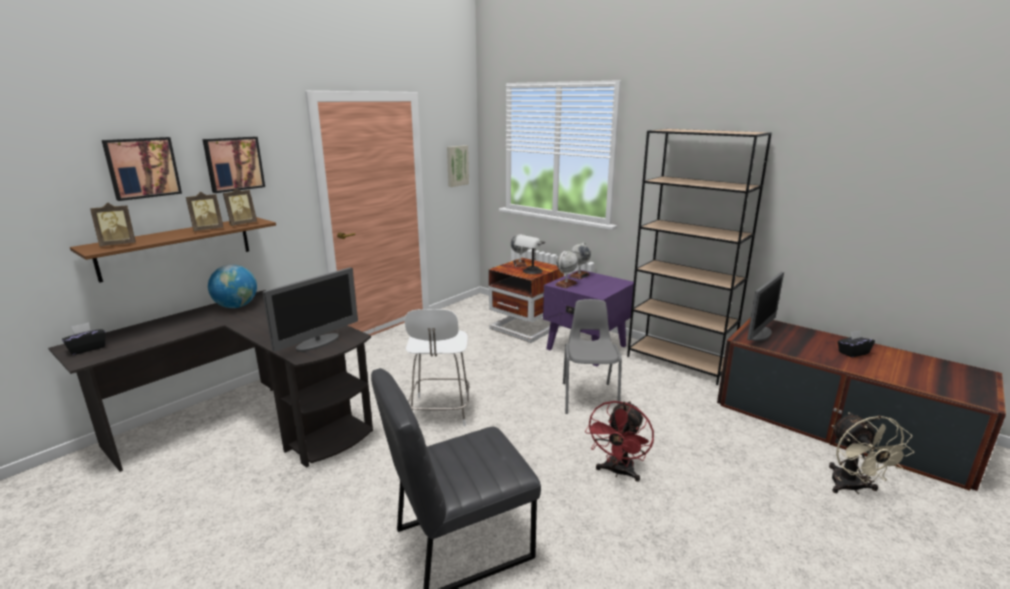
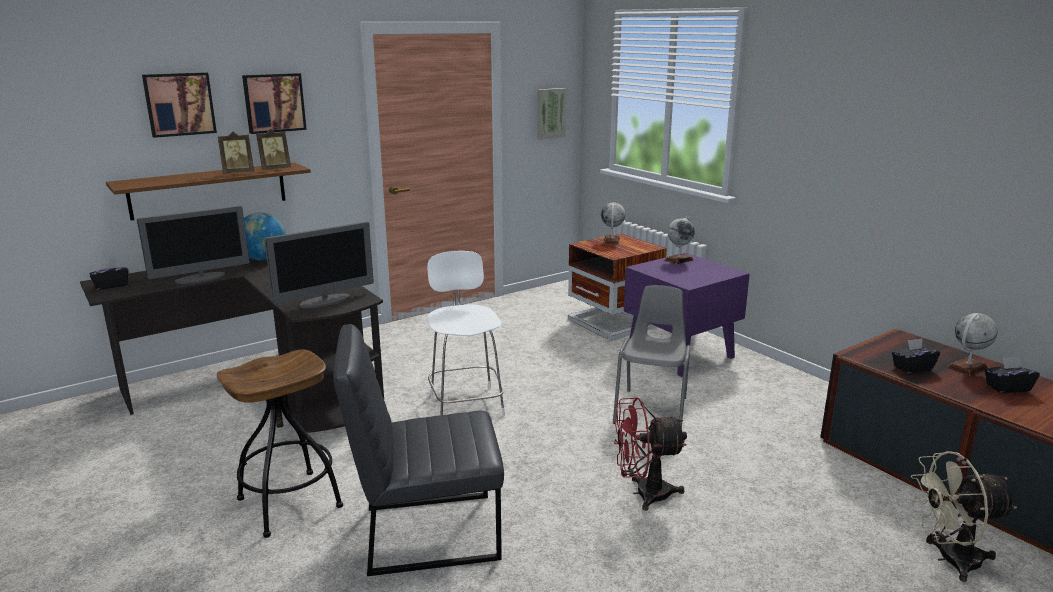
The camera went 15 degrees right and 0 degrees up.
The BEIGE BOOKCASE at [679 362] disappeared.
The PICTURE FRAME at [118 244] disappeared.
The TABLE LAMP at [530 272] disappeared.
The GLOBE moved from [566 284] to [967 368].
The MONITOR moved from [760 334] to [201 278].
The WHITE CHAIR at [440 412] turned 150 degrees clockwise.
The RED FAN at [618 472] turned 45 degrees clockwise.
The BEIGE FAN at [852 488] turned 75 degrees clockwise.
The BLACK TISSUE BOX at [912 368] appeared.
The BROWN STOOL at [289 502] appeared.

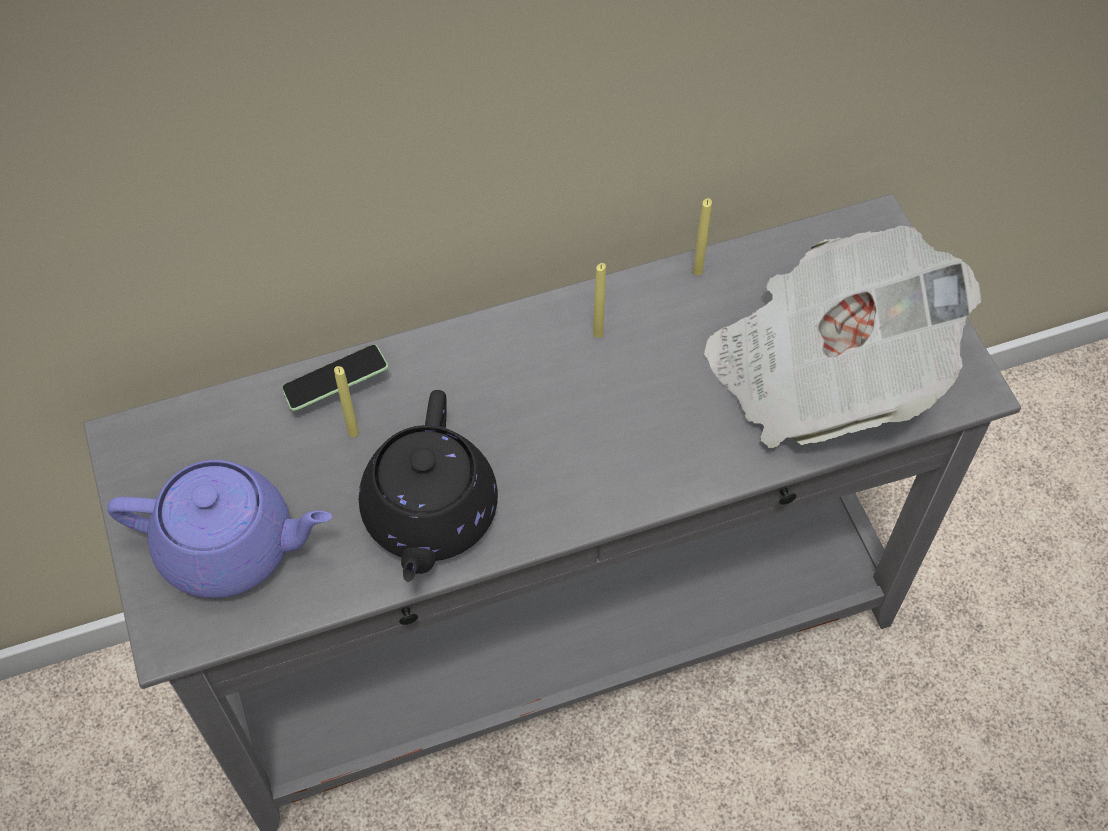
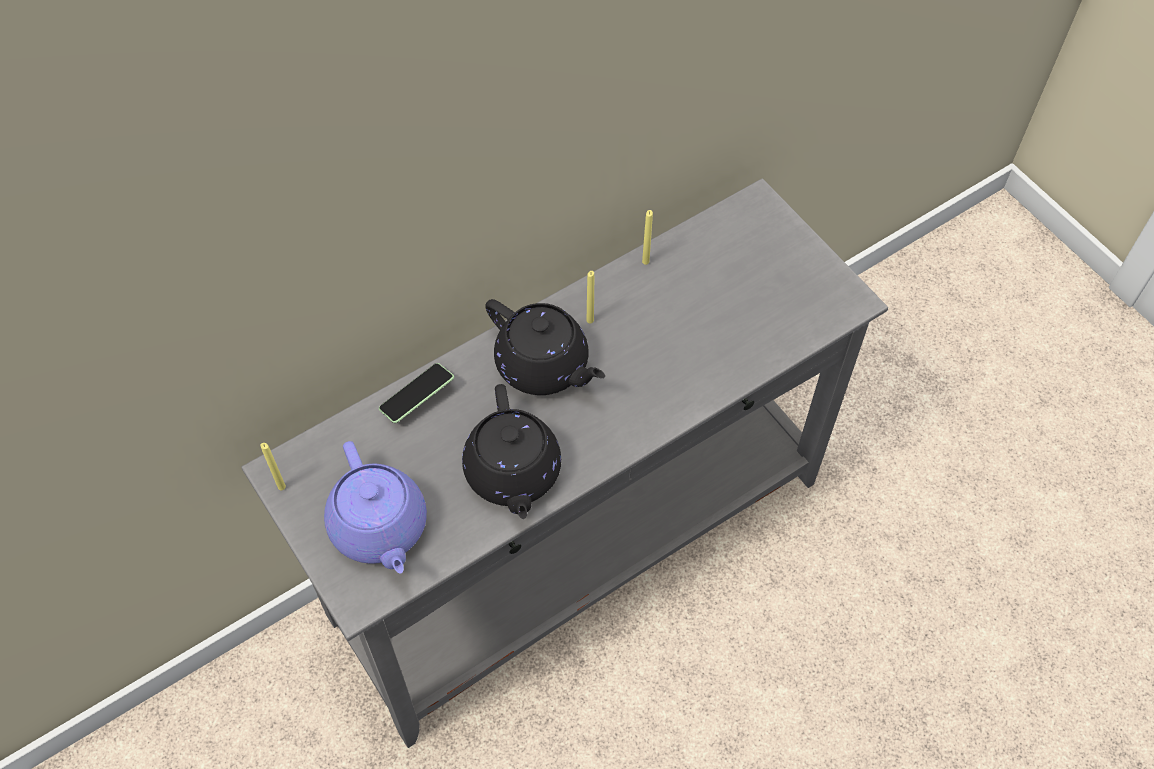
The camera went 15 degrees left and 0 degrees up.
The NEWSPAPER at [824 371] disappeared.
The YELLOW CANDLE moved from [353 433] to [281 487].
The PURPLE TEAPOT at [230 546] turned 75 degrees clockwise.
The BLACK TEAPOT at [544 365] appeared.

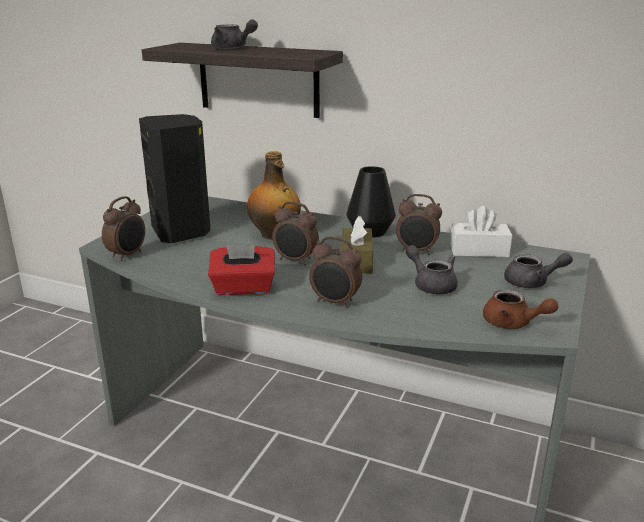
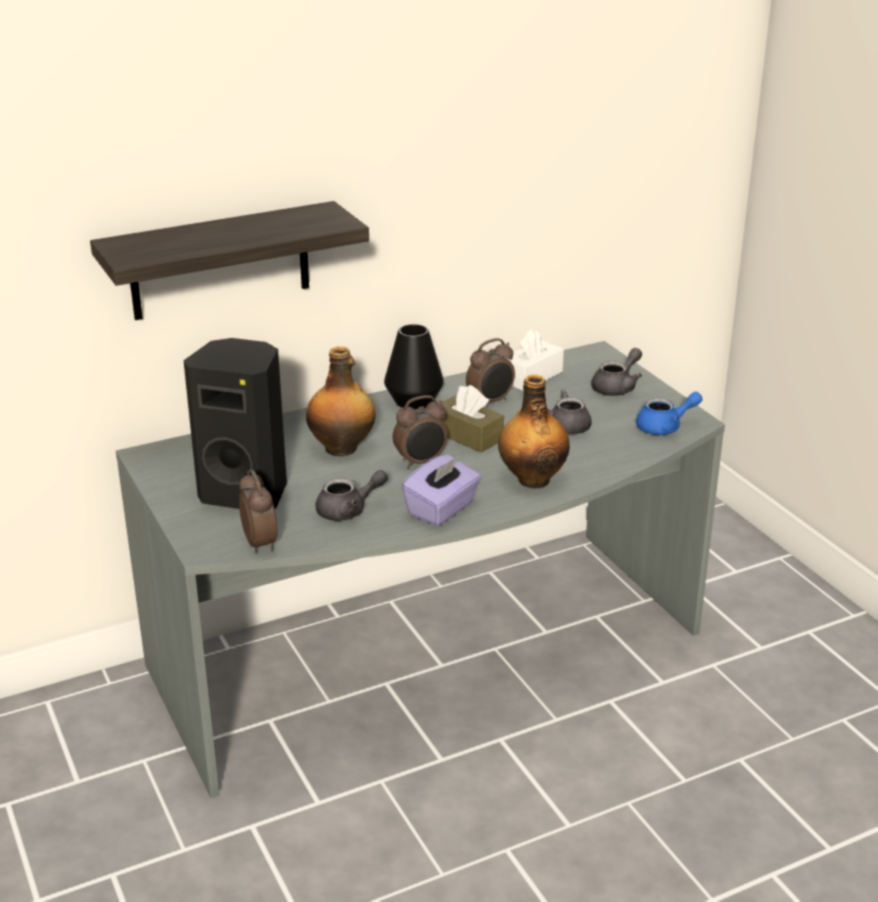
The camera went 50 degrees left and 5 degrees up.
The GREY TEAPOT moved from [232 48] to [349 510].
The ALARM CLOCK at [335 302] was replaced by the BOTTLE at [533 479].
The RED TISSUE BOX at [243 288] became the PURPLE TISSUE BOX at [442 509].
The BROWN TEAPOT at [513 323] became the BLUE TEAPOT at [665 427].

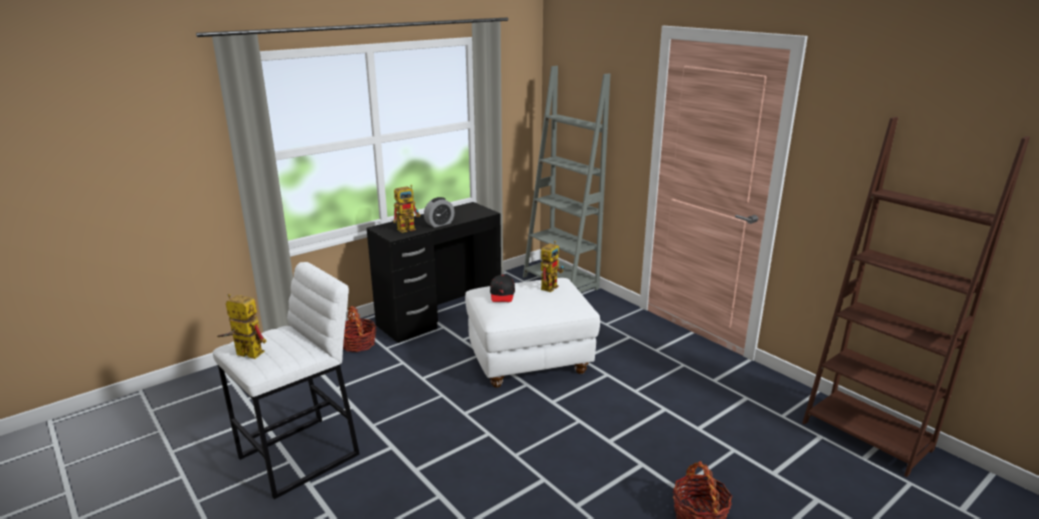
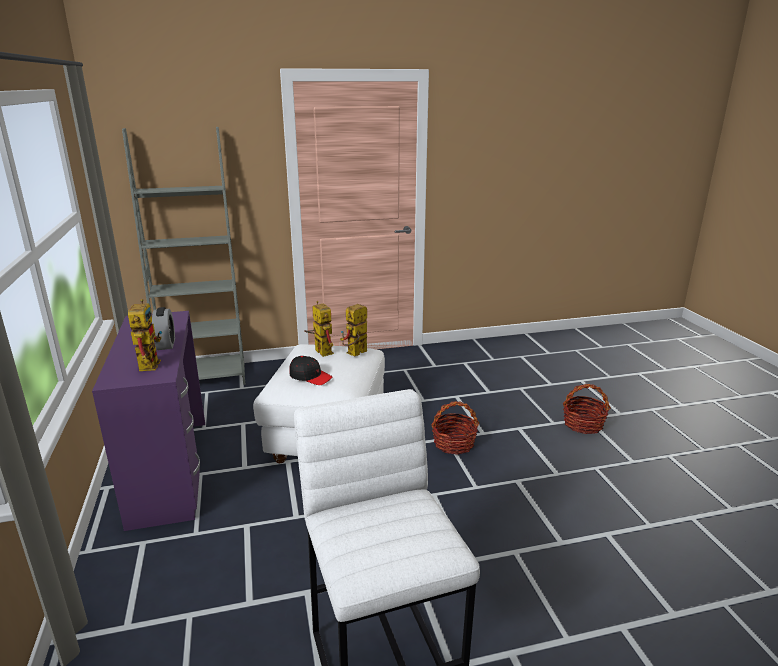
The camera went 65 degrees left and 0 degrees up.
The BROWN BOOKCASE at [866 435] disappeared.
The BLACK DESK at [440 315] became the PURPLE DESK at [169 470].
The TOY ROBOT moved from [244 353] to [355 354].
The BASKET moved from [357 344] to [453 443].

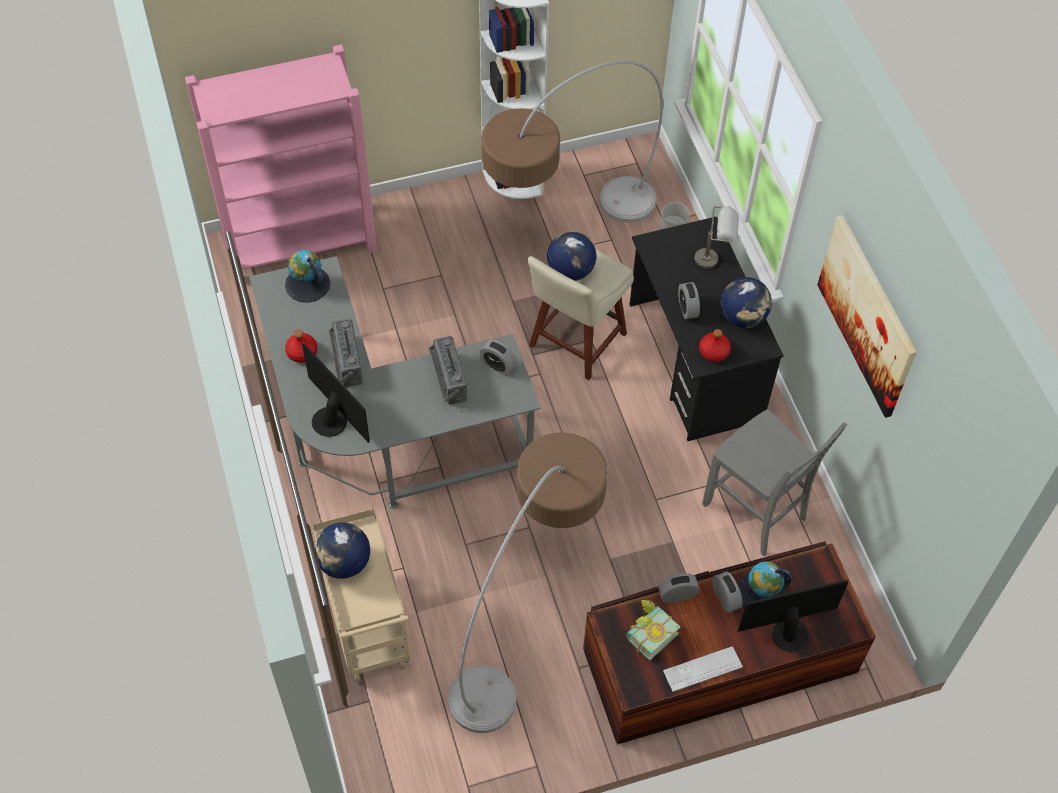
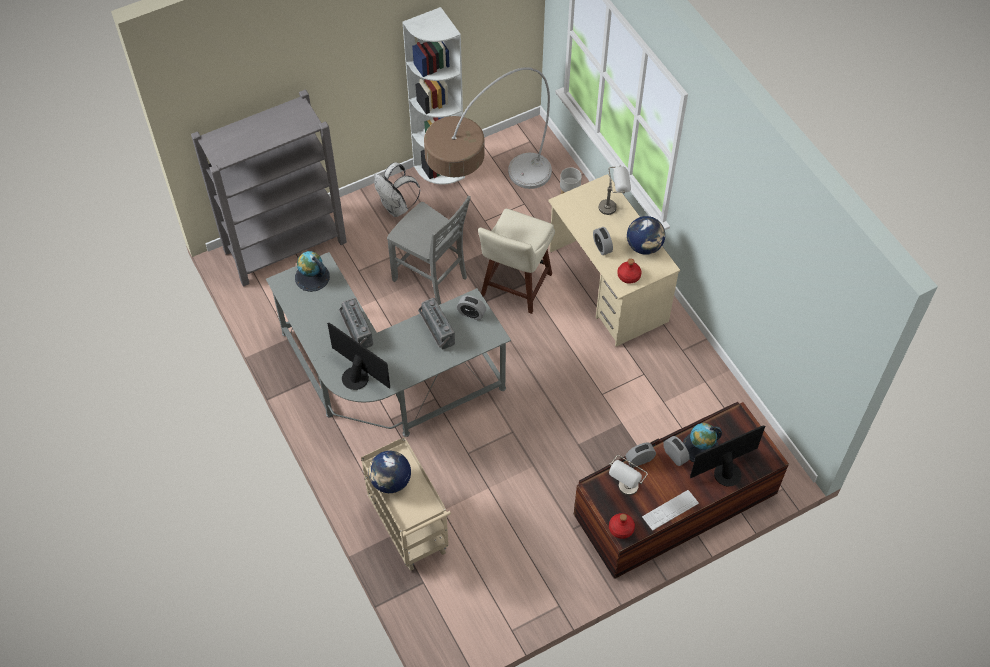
The camera went 10 degrees left and 0 degrees up.
The PINK BOOKCASE at [300 243] became the GREY BOOKCASE at [285 246].
The PICTURE at [867 315] disappeared.
The BLACK DESK at [694 362] became the BEIGE DESK at [607 286].
The GLOBE at [570 271] disappeared.
The RED BOTTLE moved from [302 353] to [621 529].
The GREY CHAIR moved from [756 512] to [431 279].
The FLOOR LAMP at [526 623] disappeared.
The BOOK at [648 633] was replaced by the GREY TABLE LAMP at [625 492].
The WHITE BACKPACK at [396 207] appeared.

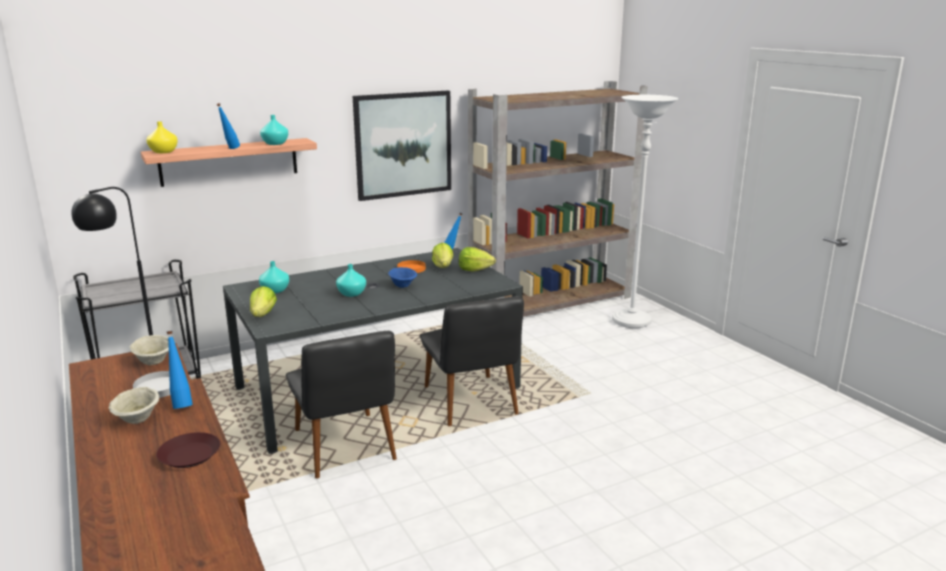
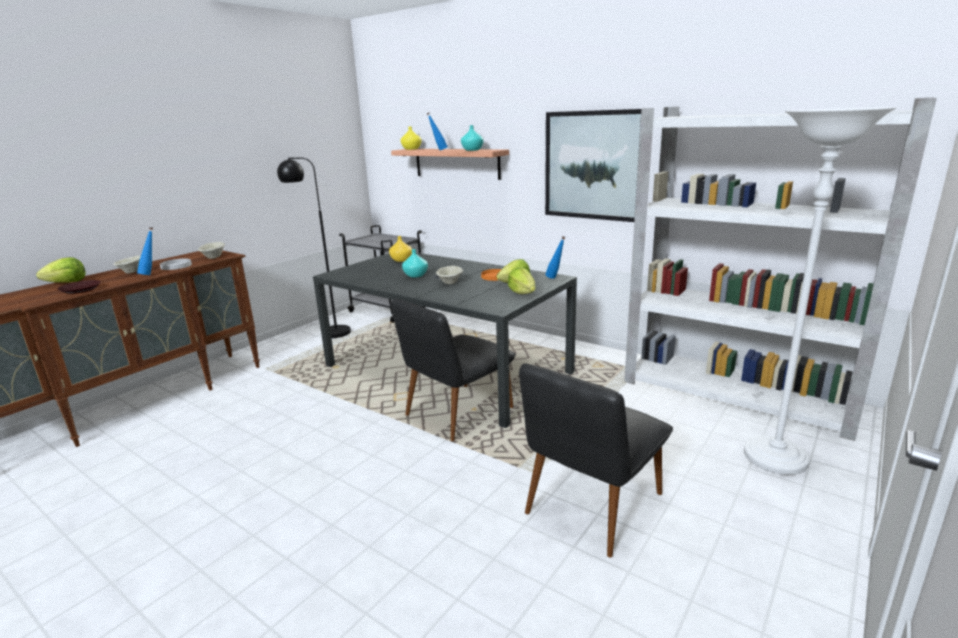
The camera went 65 degrees right and 0 degrees up.
The BROWN BOOKCASE at [551 302] became the WHITE BOOKCASE at [736 393].
The TURQUOISE VASE at [275 290] became the YELLOW VASE at [401 260].
The BLUE BOWL at [403 285] became the BEIGE BOWL at [450 283].
The LETTUCE moved from [263 315] to [67 282].
The BLACK CHAIR moved from [344 444] to [594 503].

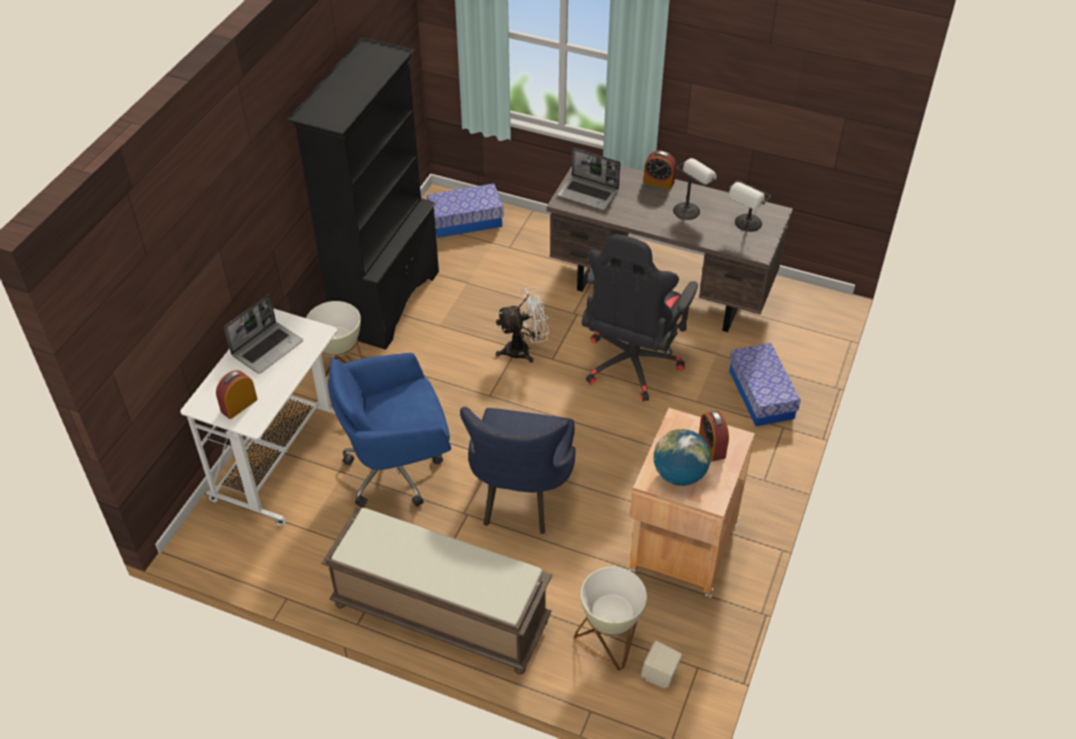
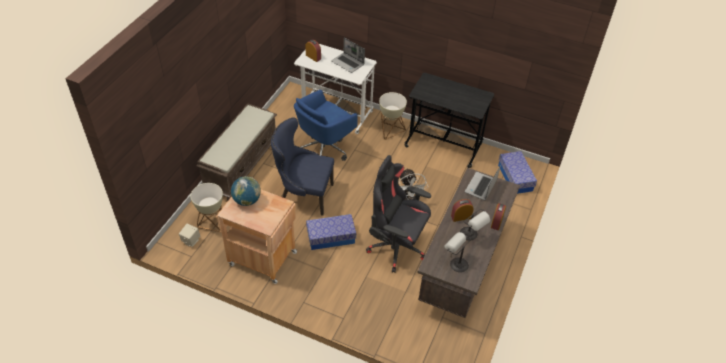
The camera went 90 degrees right and 0 degrees up.
The BLACK BOOKCASE at [386 301] was replaced by the BLACK DESK at [443 145].
The STORAGE BOX moved from [761 394] to [331 237].
The BLUE OFFICE CHAIR at [397 471] turned 120 degrees counterclockwise.
The ALARM CLOCK moved from [712 446] to [461 217].

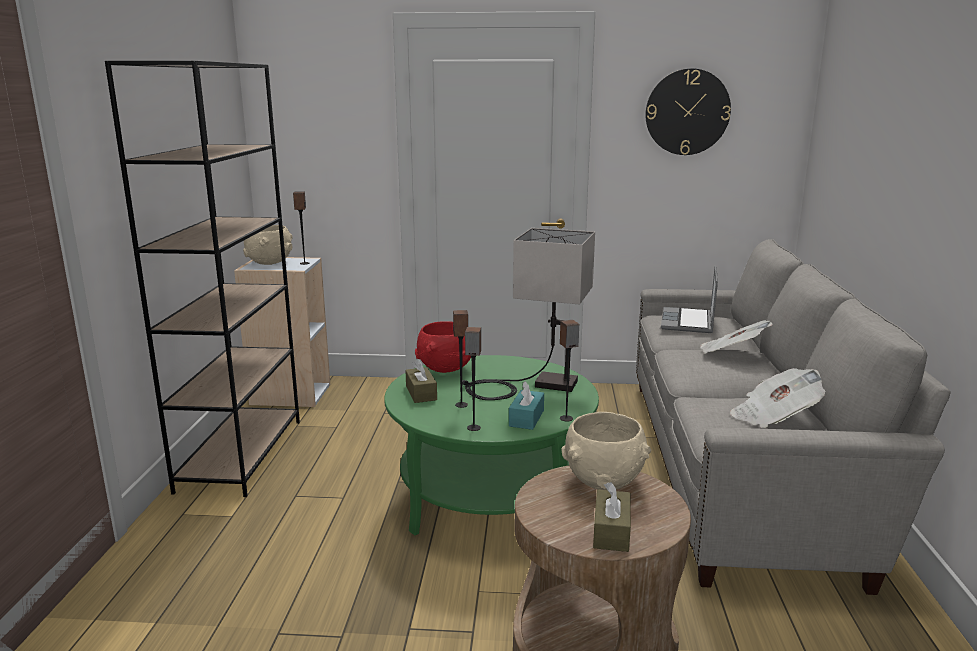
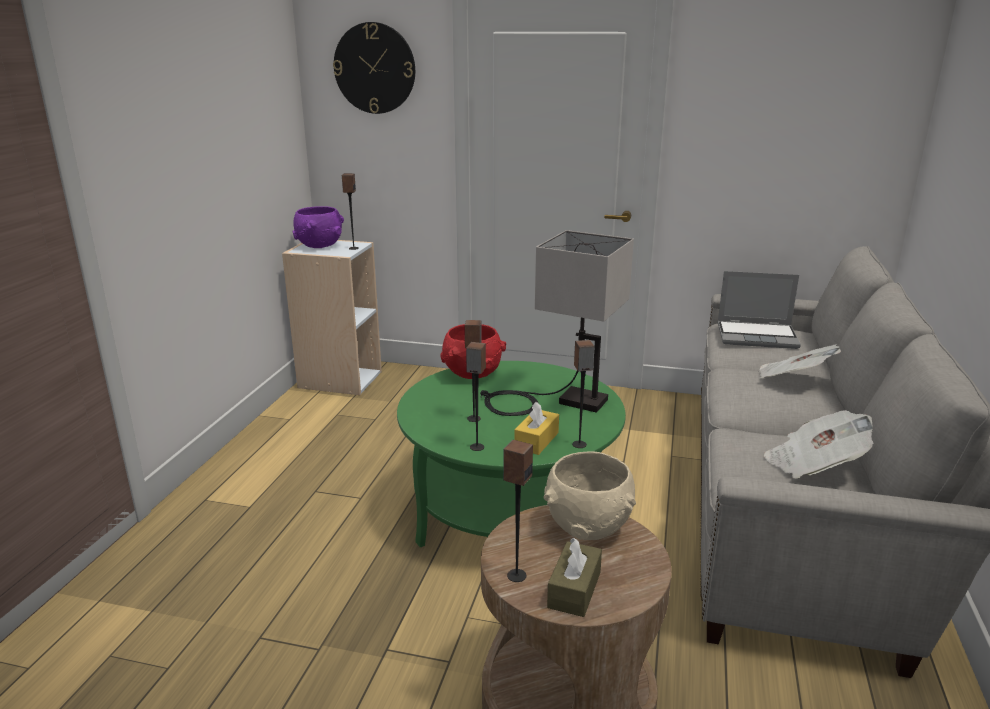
The camera went 10 degrees right and 5 degrees up.
The BEIGE BOOKCASE at [241 454] disappeared.
The WALL CLOCK moved from [687 112] to [374 68].
The BEIGE BOWL at [270 263] became the PURPLE BOWL at [320 246].
The LAPTOP at [688 322] turned 105 degrees counterclockwise.
The BROWN TISSUE BOX at [421 393] disappeared.
The TURQUOISE TISSUE BOX at [526 418] became the YELLOW TISSUE BOX at [536 440].
The SPEAKER at [516 575] appeared.

